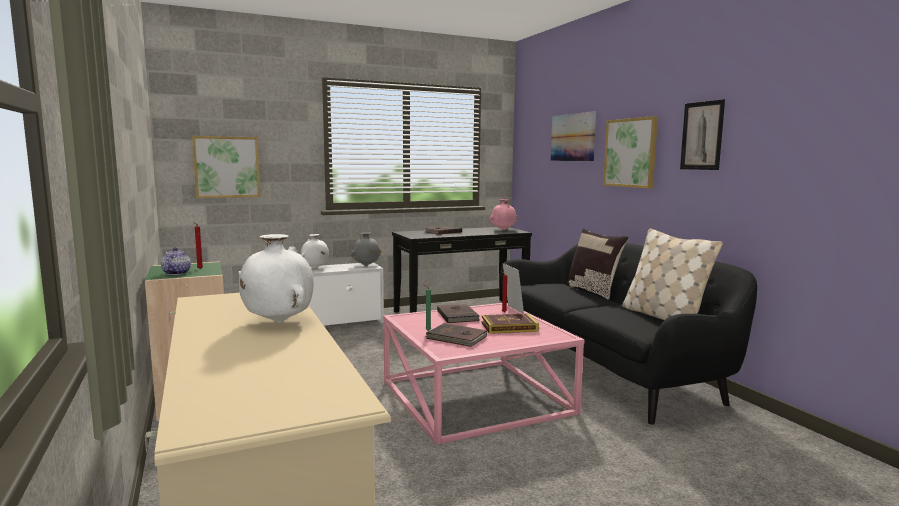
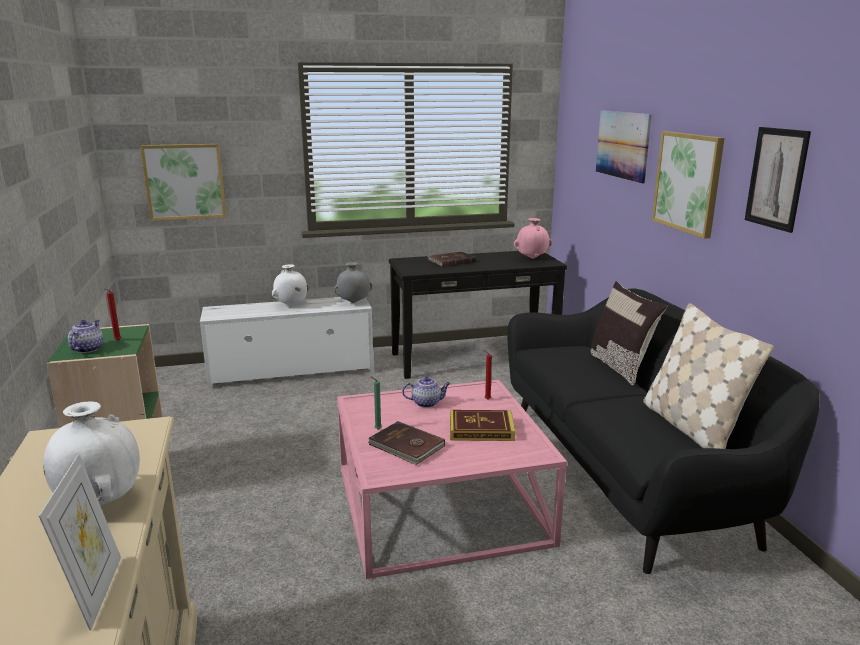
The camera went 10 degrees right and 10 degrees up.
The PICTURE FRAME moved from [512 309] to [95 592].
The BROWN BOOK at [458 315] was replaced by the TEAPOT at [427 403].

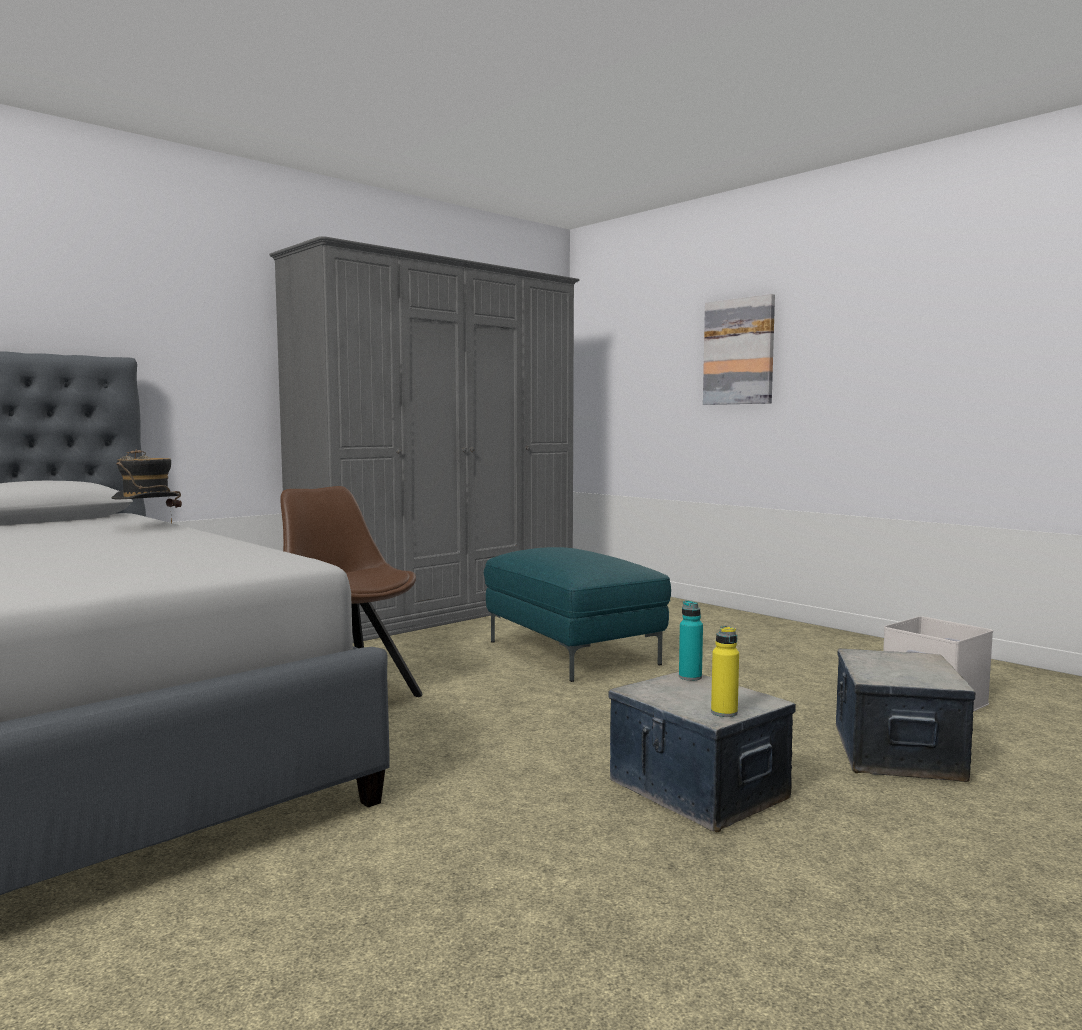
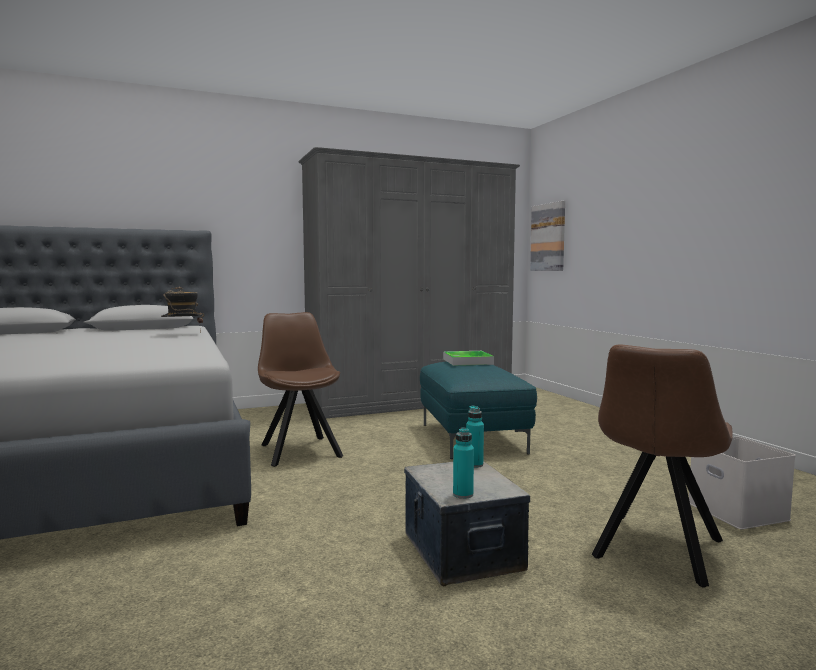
The camera went 20 degrees right and 0 degrees up.
The PICTURE moved from [739 351] to [548 237].
The YELLOW BOTTLE at [724 712] became the TURQUOISE BOTTLE at [463 494].
The STORAGE BOX at [895 752] was replaced by the BROWN CHAIR at [656 549].
The TRAY at [467 361] appeared.

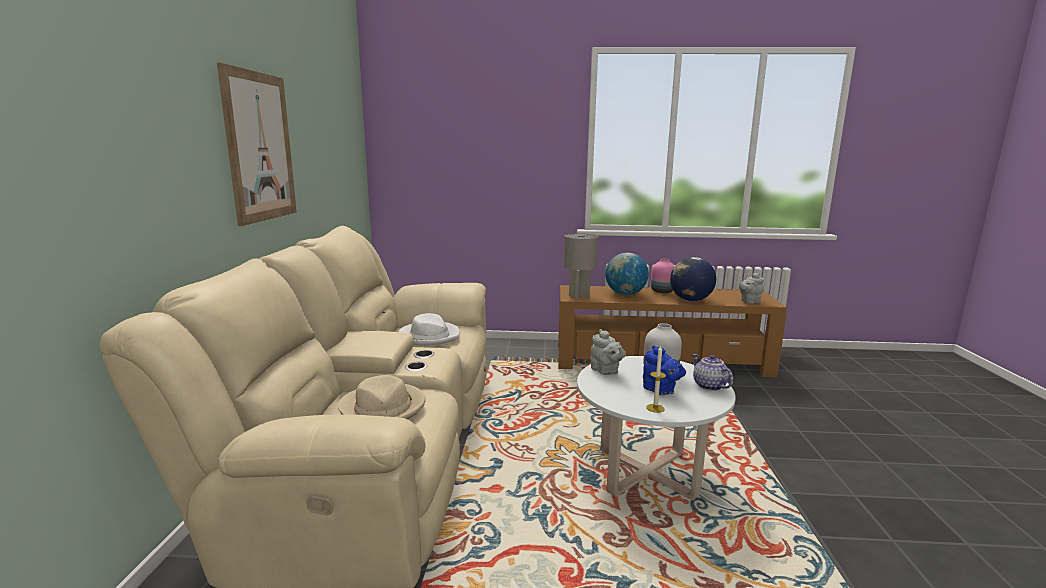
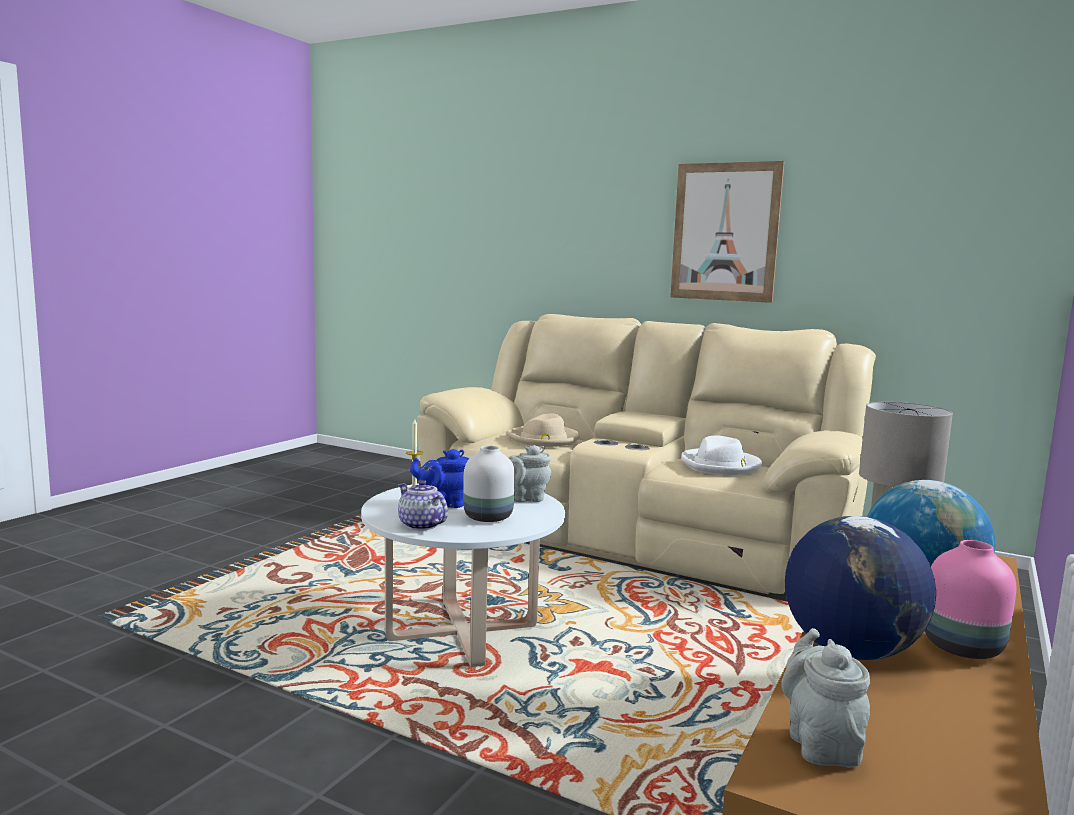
The camera went 115 degrees right and 5 degrees down.
The TEAPOT at [708 386] turned 135 degrees counterclockwise.

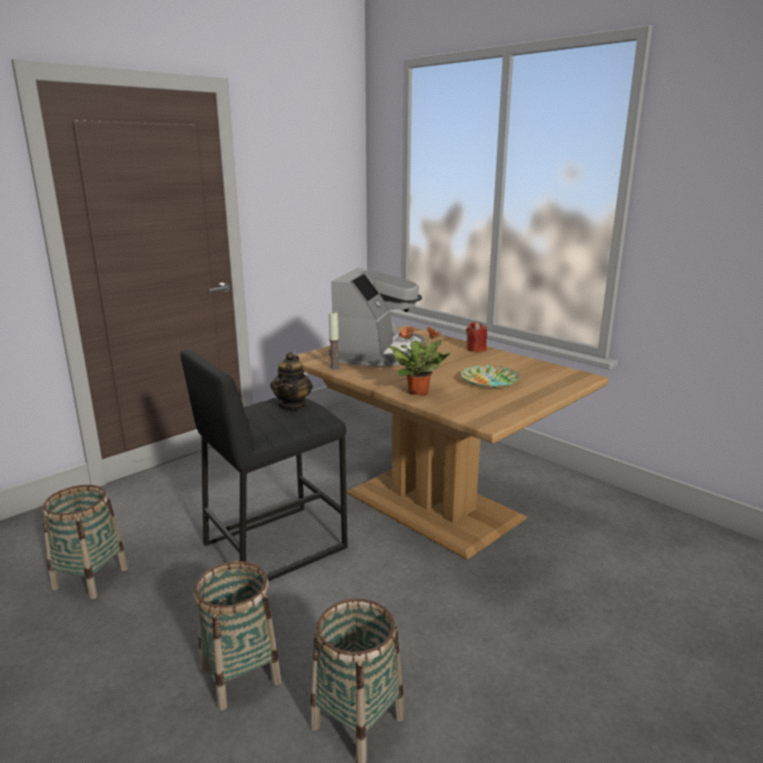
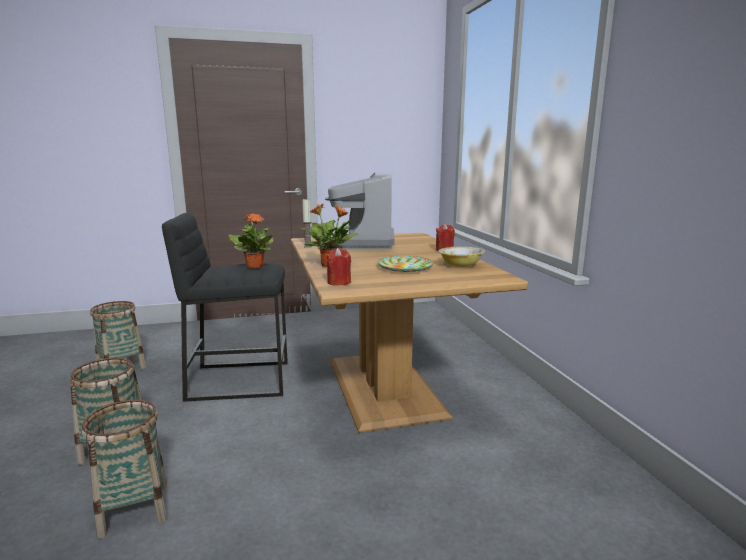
The camera went 30 degrees right and 5 degrees down.
The COFFEE MACHINE at [378 352] turned 135 degrees clockwise.
The TEAPOT at [293 405] was replaced by the POTTED PLANT at [255 266].
The BOWL at [460 265] appeared.
The RED CANDLE at [339 282] appeared.

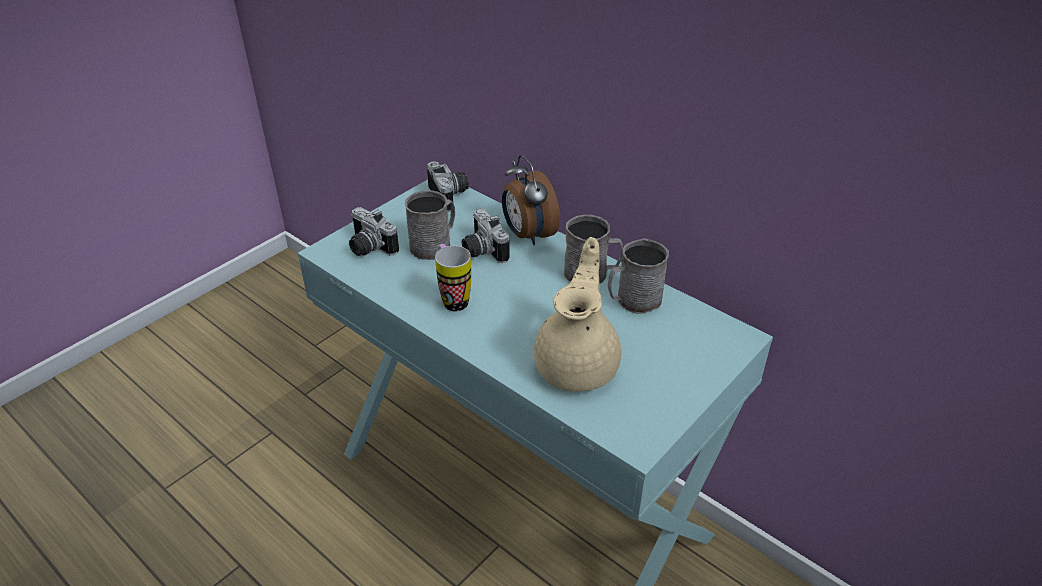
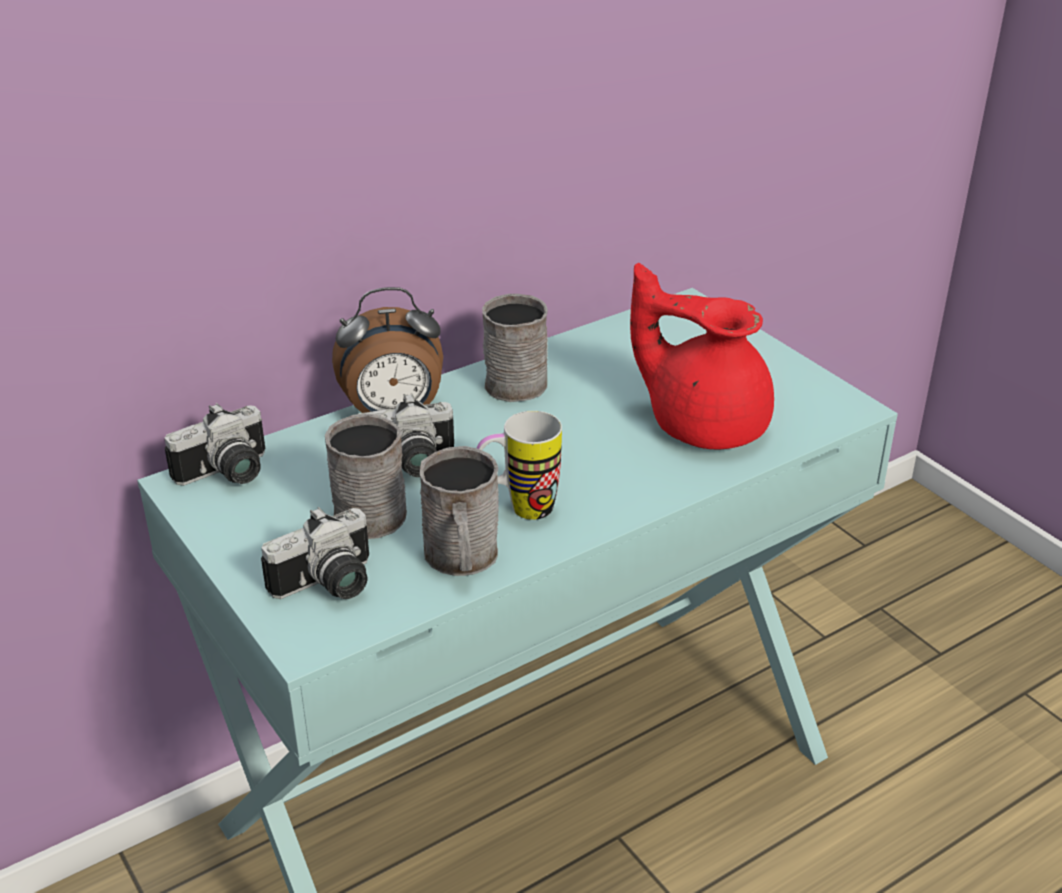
The camera went 75 degrees left and 5 degrees down.
The PHOTO CAMERA at [451 196] turned 150 degrees clockwise.
The BEIGE TEAPOT at [578 364] became the RED TEAPOT at [703 423].
The GREY MUG moved from [633 301] to [462 559].

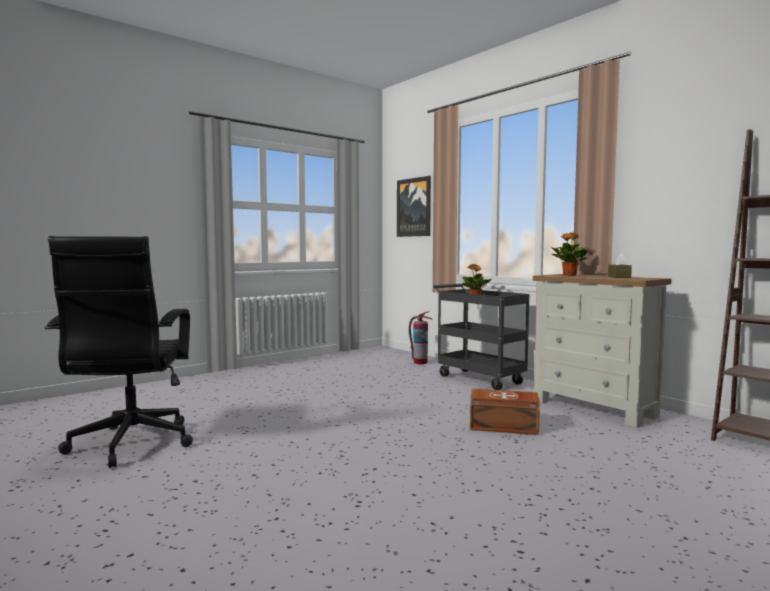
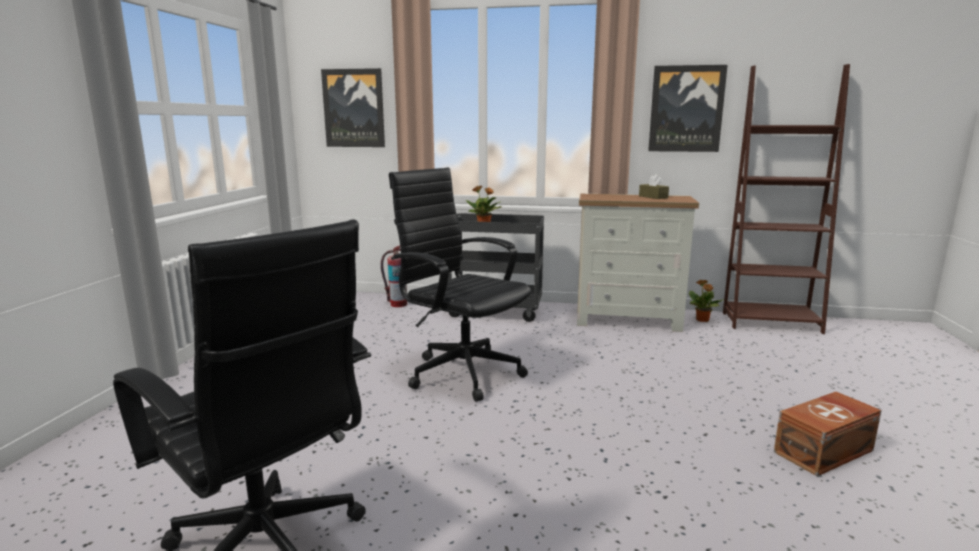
The camera went 40 degrees left and 10 degrees up.
The POTTED PLANT moved from [569 275] to [702 320].
The BROWN STORAGE BOX moved from [504 427] to [825 451].
The PICTURE at [686 109] appeared.
The BLACK OFFICE CHAIR at [461 372] appeared.

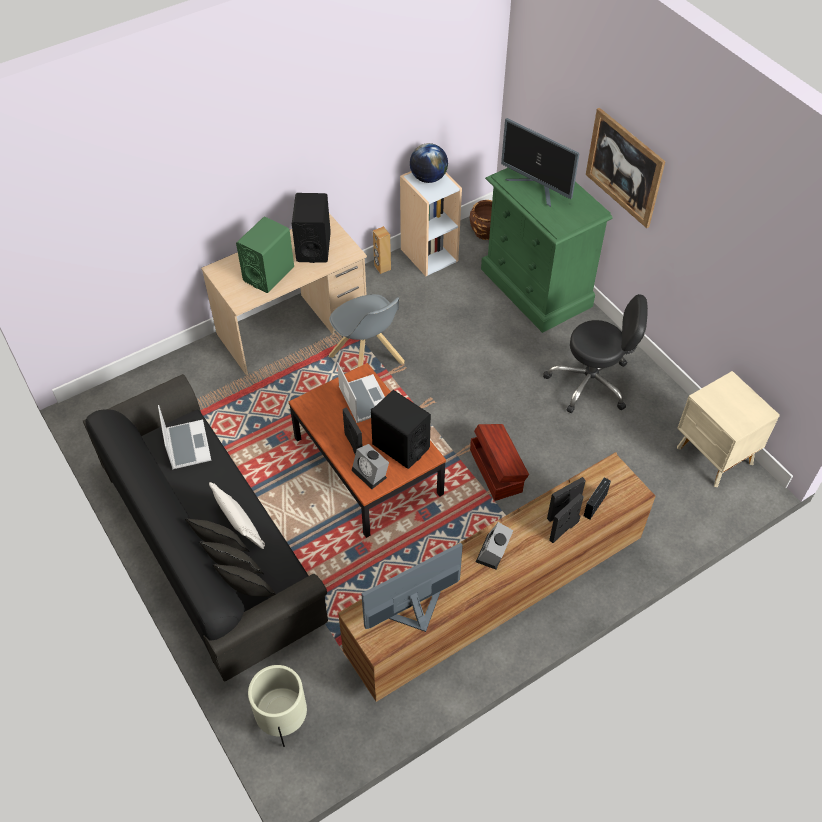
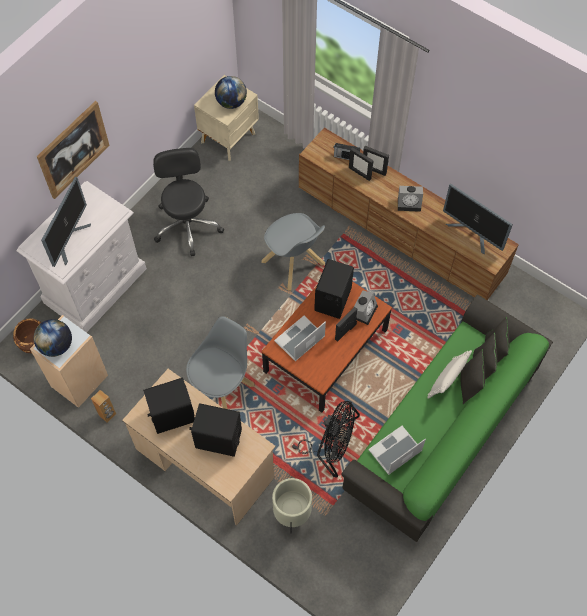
The camera went 110 degrees left and 10 degrees up.
The GREEN DRESSER at [536 287] became the WHITE DRESSER at [95 285].
The GREEN SPEAKER at [269 274] became the BLACK SPEAKER at [218 439].
The BLACK SOFA at [210 545] became the GREEN SOFA at [441 431].
The BROWN STORAGE BOX at [496 470] was replaced by the GREY CHAIR at [294 264].
The BEIGE PLANTER moved from [283 720] to [292 513].
The GLOBE at [231 102] appeared.
The BLACK FAN at [331 445] appeared.

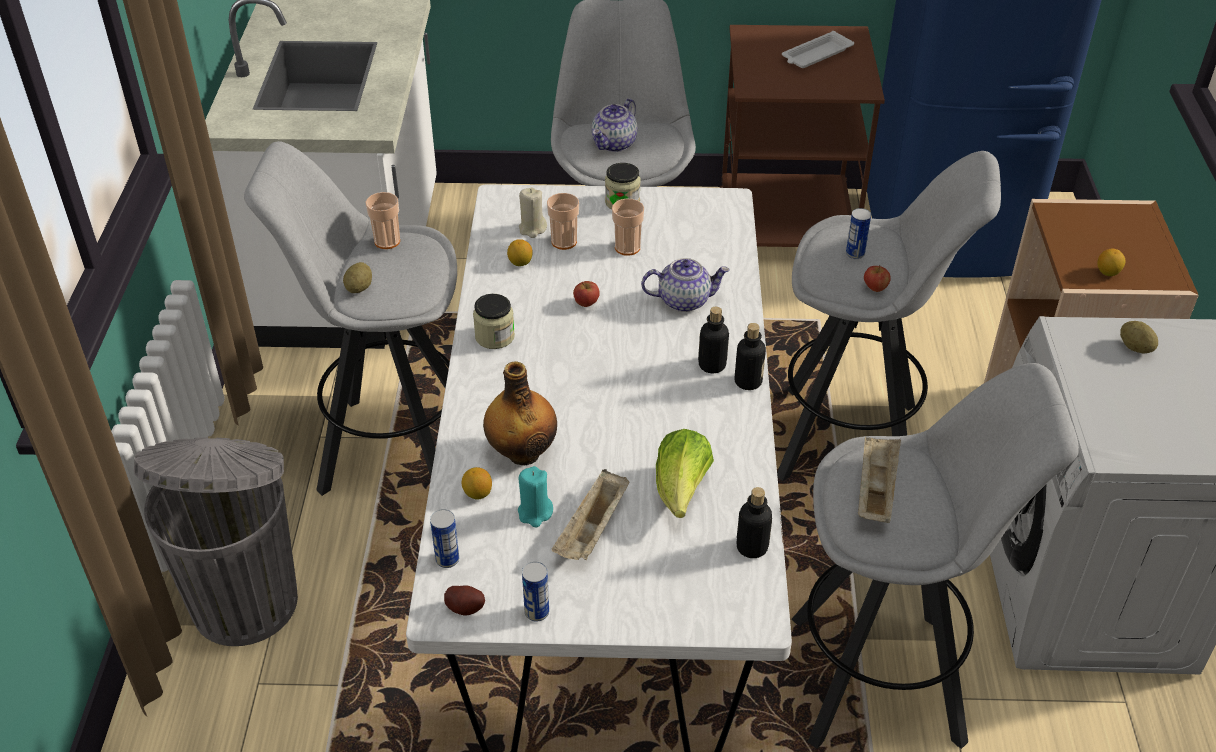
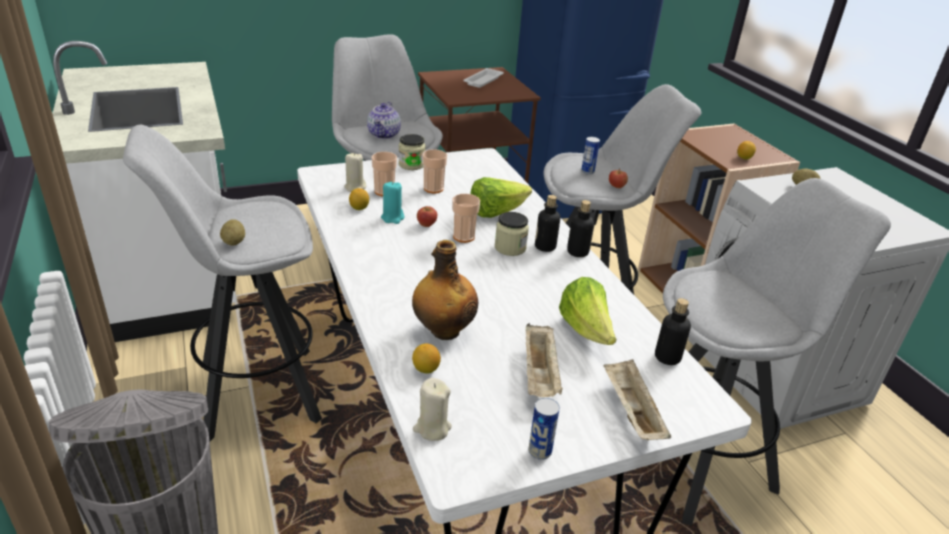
The camera went 25 degrees left and 10 degrees down.
The CUP moved from [387 241] to [463 237].
The TEAPOT at [684 300] was replaced by the LETTUCE at [496 212].
The JAR moved from [494 336] to [510 248].
The BEIGE TRAY moved from [875 490] to [631 411].
The TURQUOISE CANDLE moved from [535 513] to [392 218].
The CAN at [447 559] was replaced by the BEIGE CANDLE at [432 428].
The POTATO at [465 607] disappeared.

